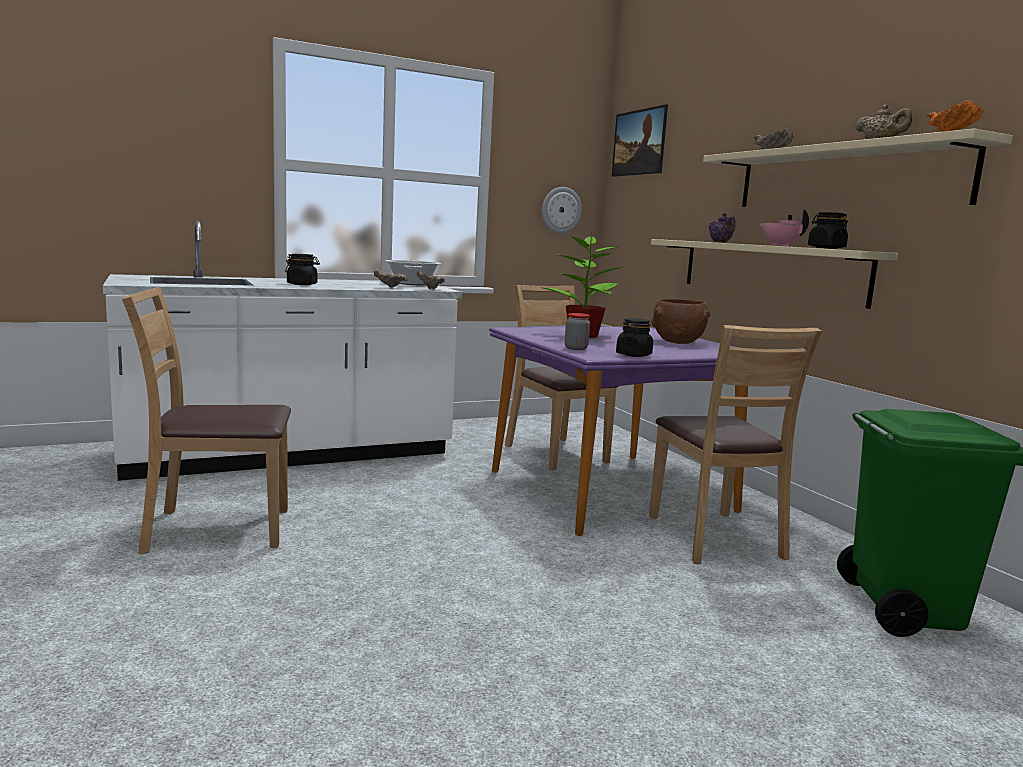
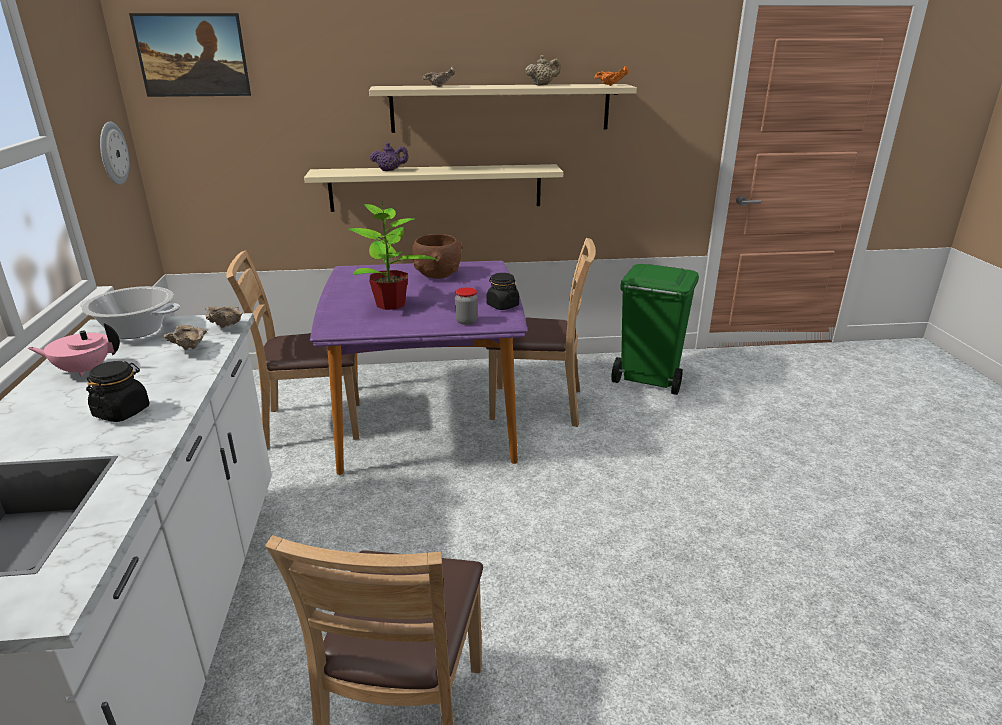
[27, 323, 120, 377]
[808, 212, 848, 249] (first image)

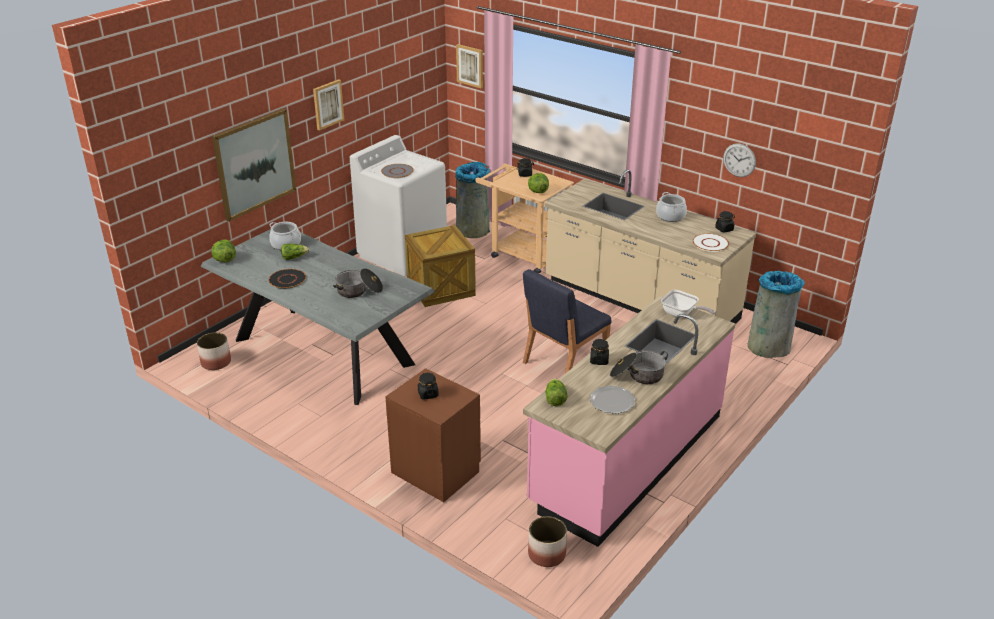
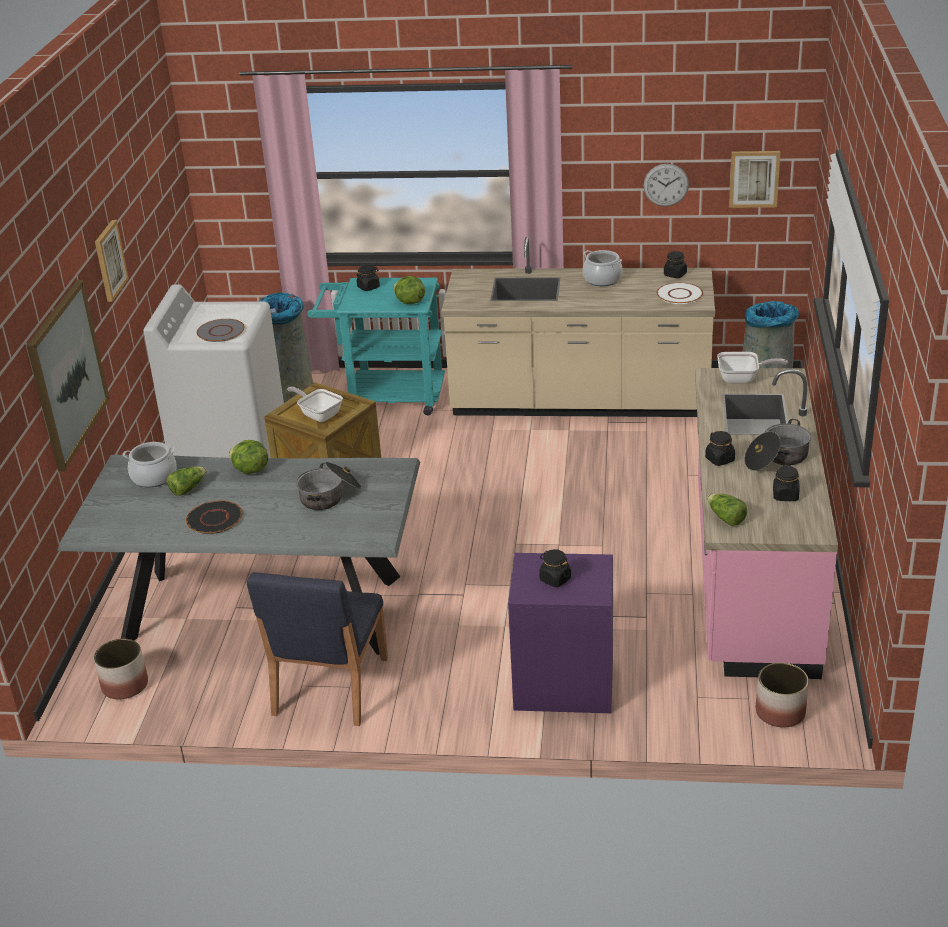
[229, 440, 268, 474]
[247, 572, 388, 726]
[287, 387, 343, 422]
[307, 278, 445, 415]
[508, 553, 613, 713]
[729, 151, 781, 208]
[773, 465, 799, 501]

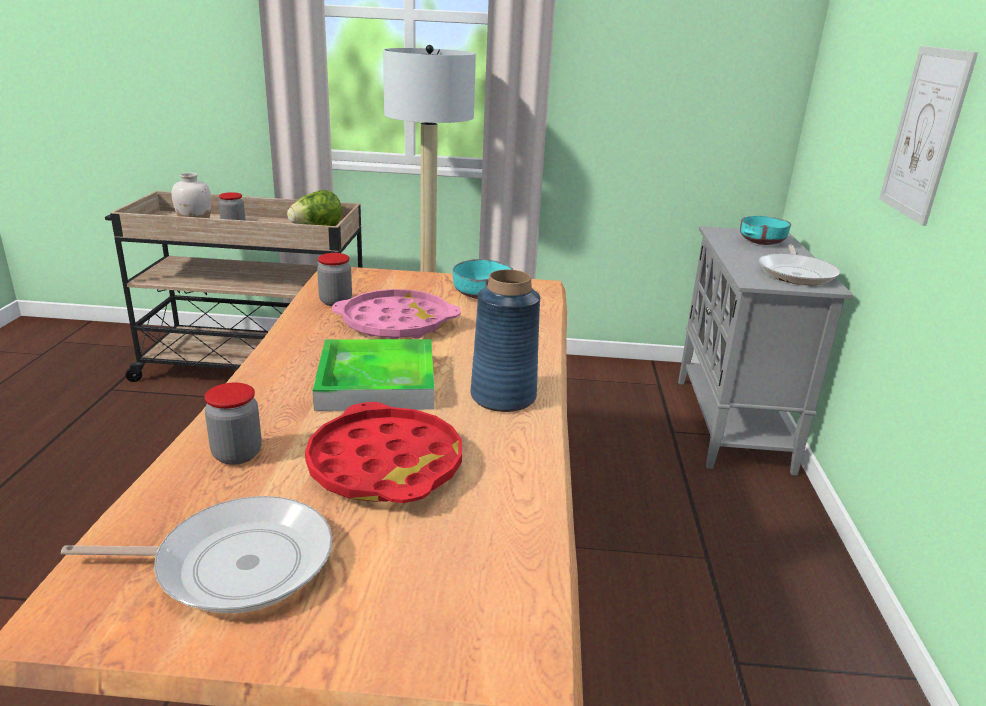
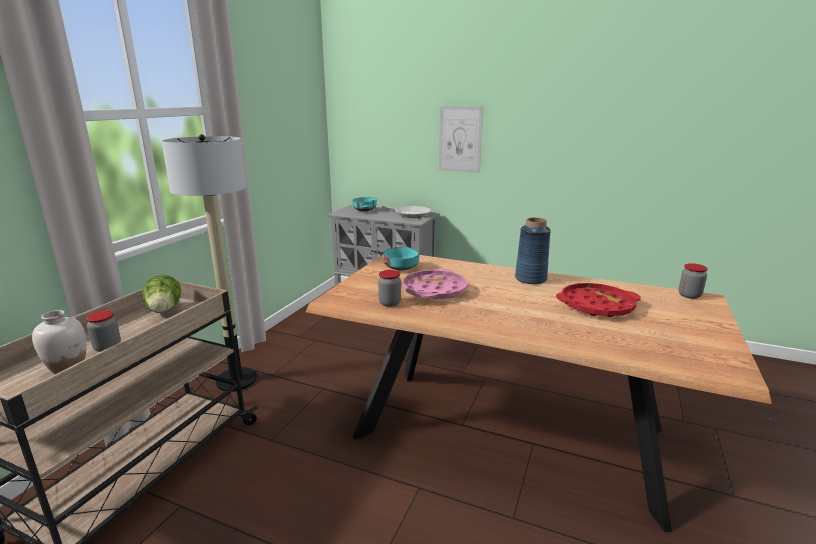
[679, 263, 708, 299]
[61, 496, 332, 614] (first image)
[313, 339, 434, 411] (first image)

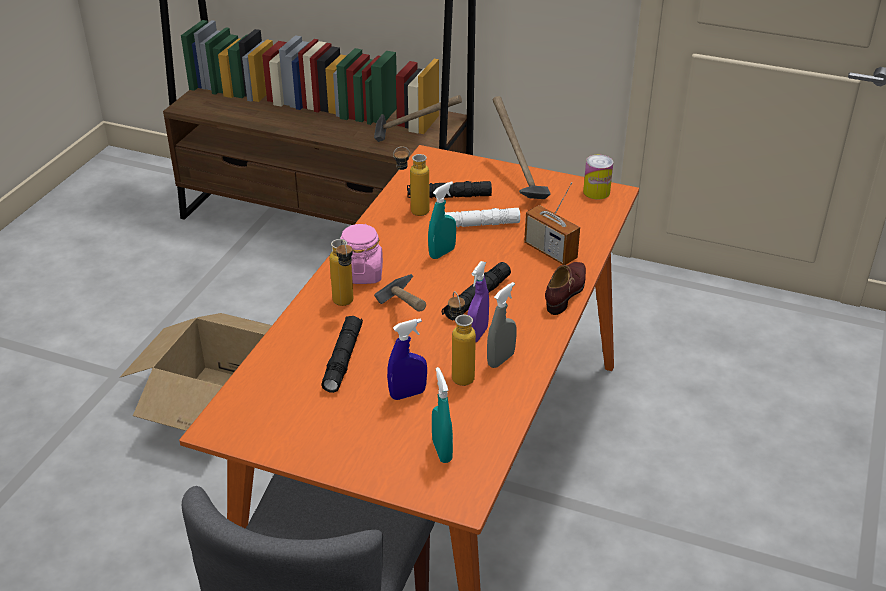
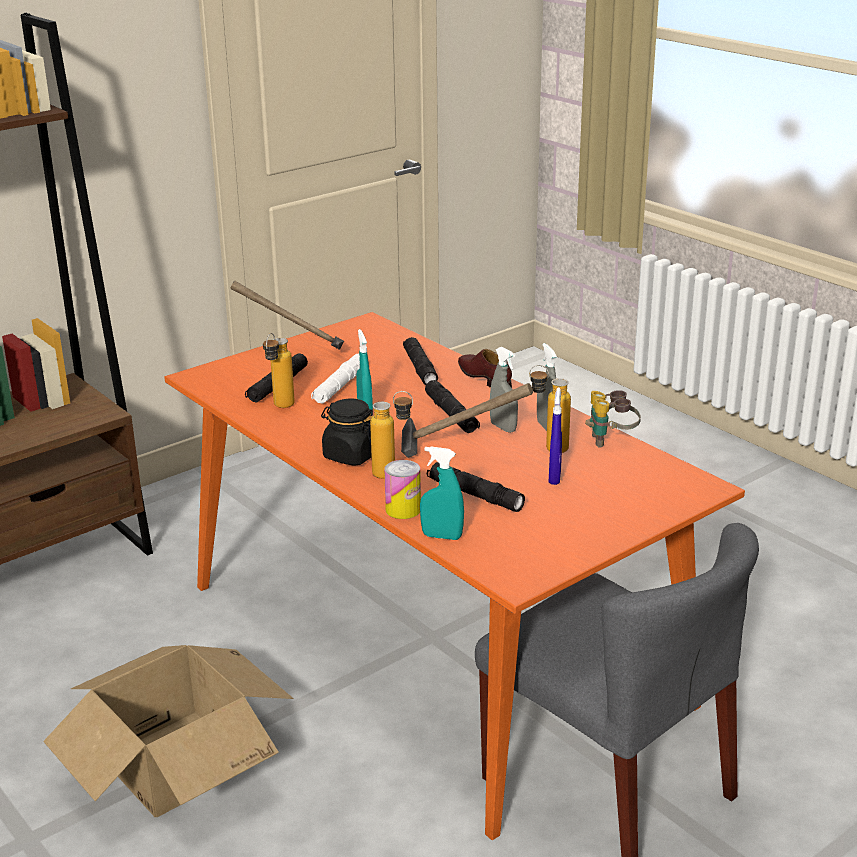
[321, 398, 373, 466]
[384, 460, 421, 519]
[403, 337, 438, 385]
[420, 446, 464, 540]
[490, 347, 518, 433]
[585, 390, 641, 448]
[374, 95, 462, 142] (first image)

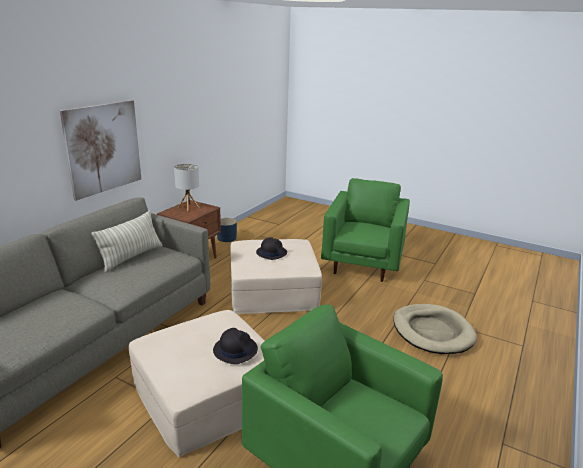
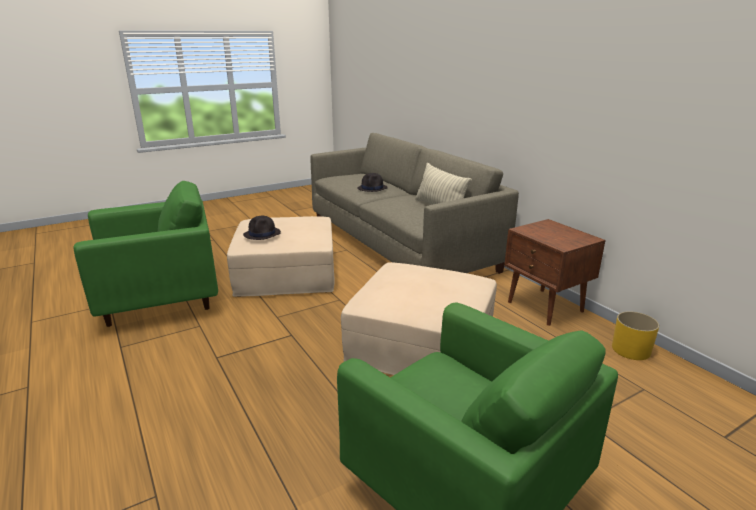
[357, 173, 388, 192]
[612, 311, 659, 360]
[60, 100, 141, 201] (first image)
[174, 164, 199, 211] (first image)
[393, 304, 477, 354] (first image)

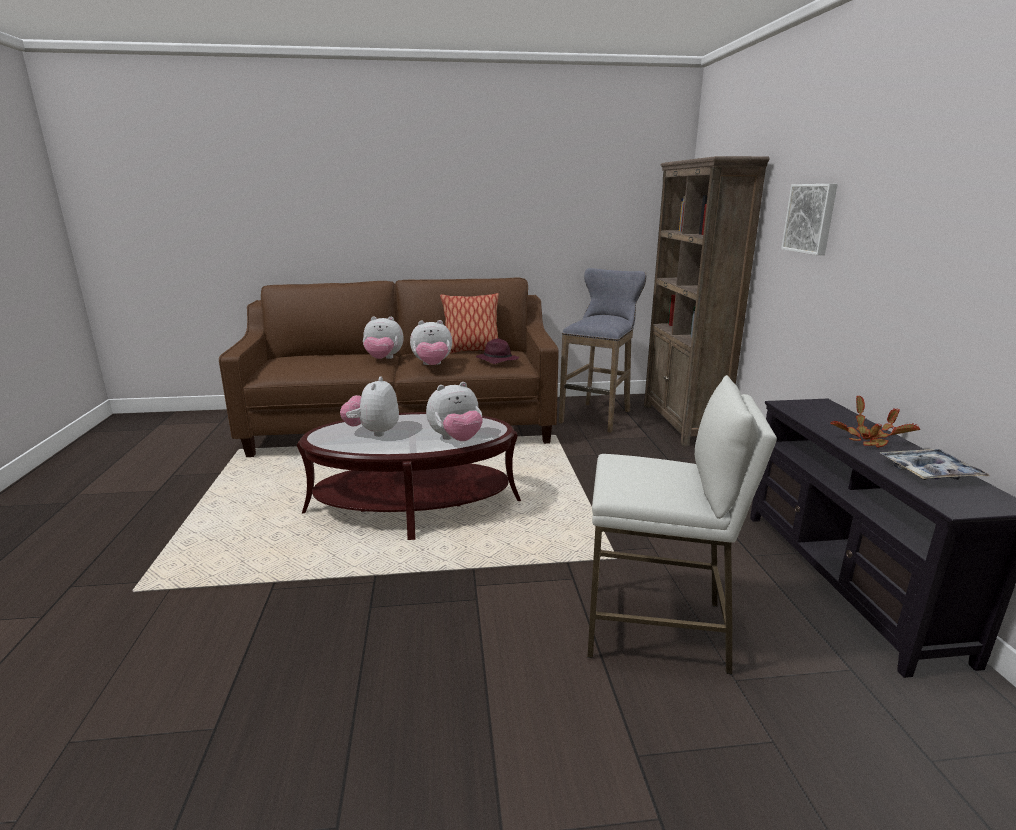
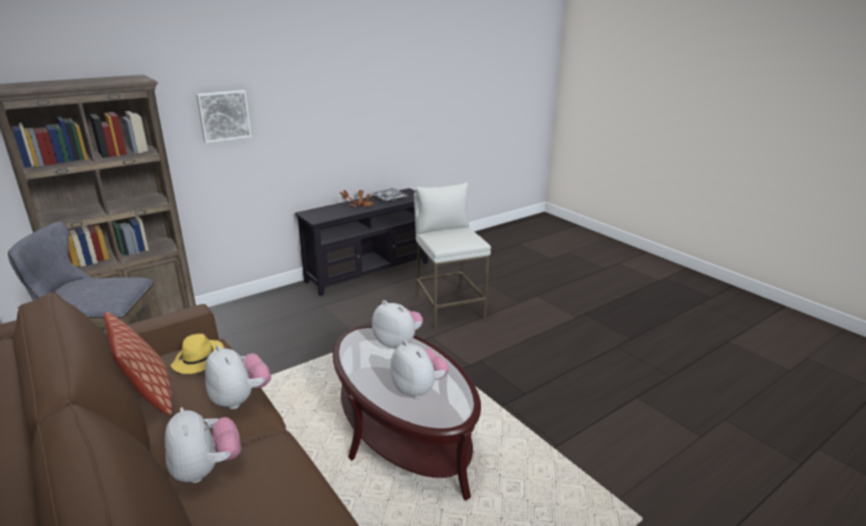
[170, 334, 224, 374]
[390, 340, 449, 399]

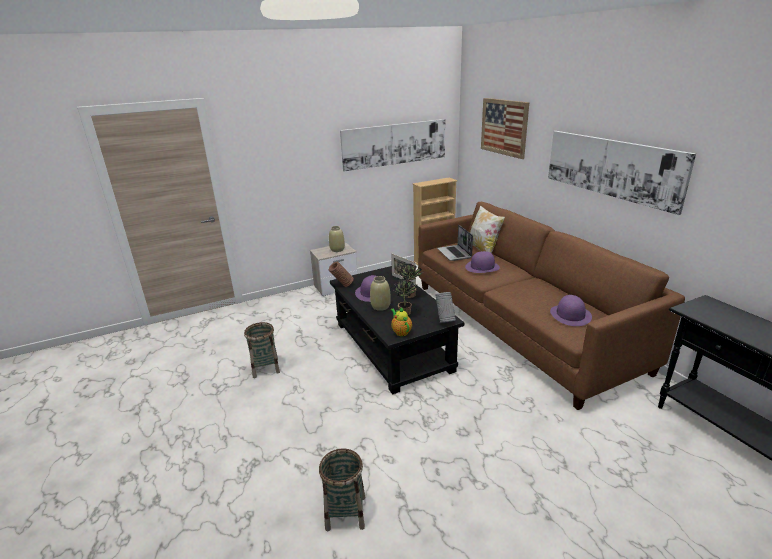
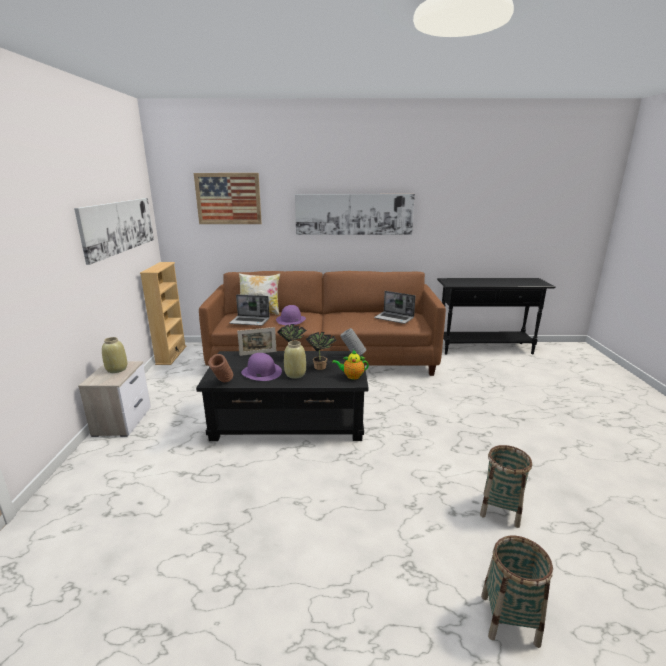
[374, 291, 416, 324]
[481, 536, 553, 648]

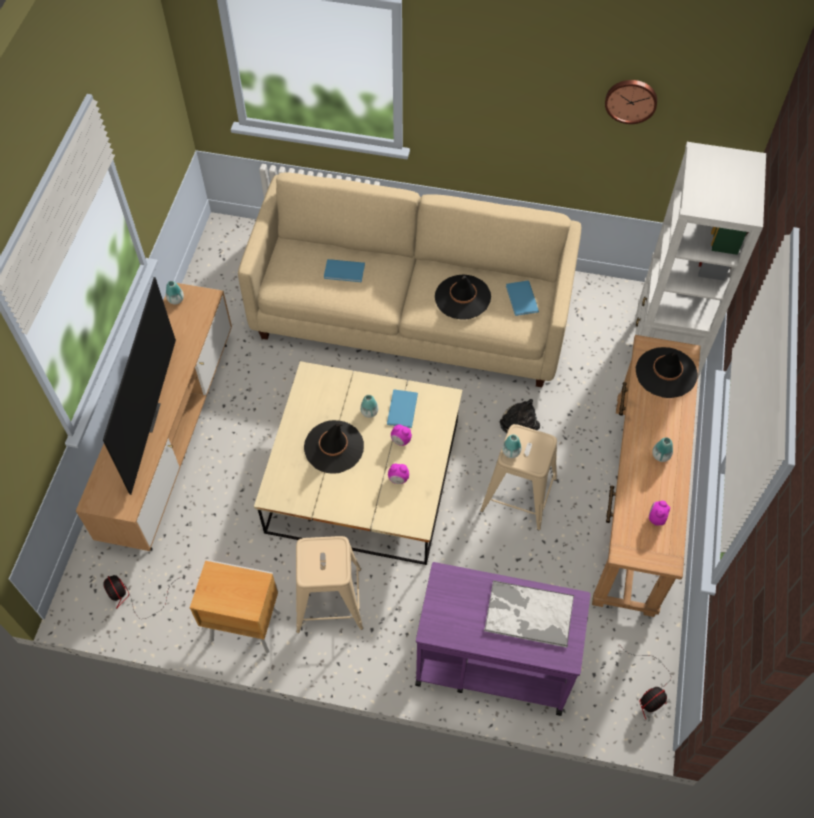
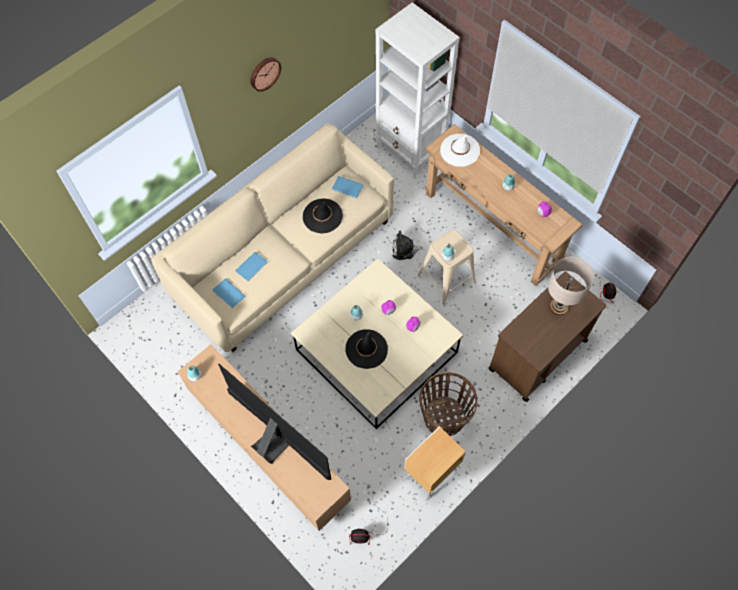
[213, 278, 245, 308]
[251, 57, 281, 92]
[419, 372, 477, 436]
[440, 133, 480, 167]
[489, 271, 606, 402]
[548, 257, 594, 315]

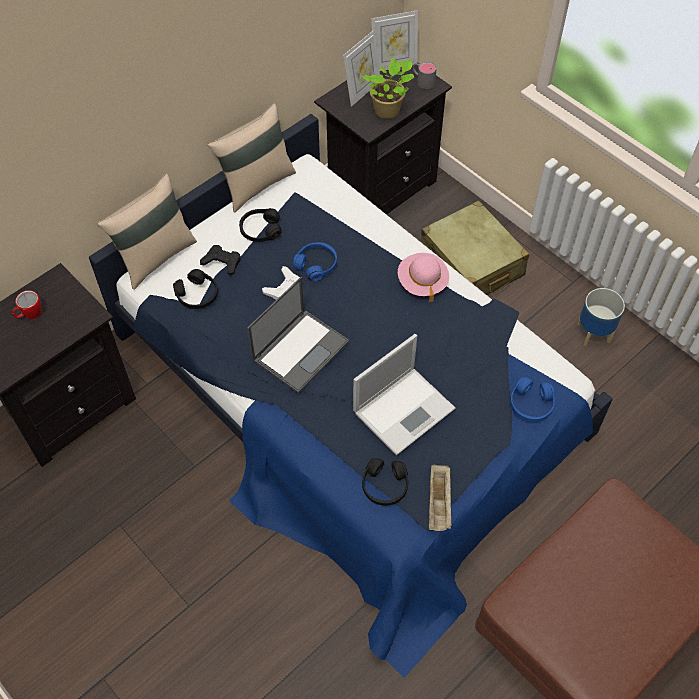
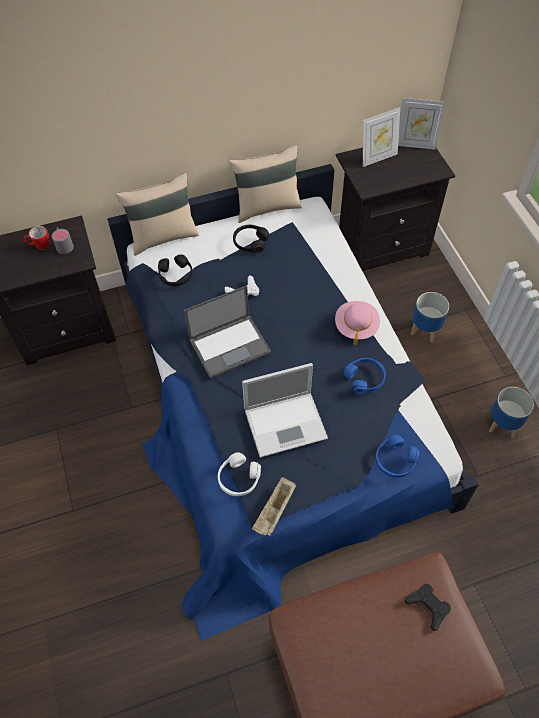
[52, 227, 74, 254]
[218, 452, 261, 496]
[344, 358, 386, 394]
[405, 584, 451, 631]
[411, 292, 449, 343]
[362, 58, 414, 119] (first image)

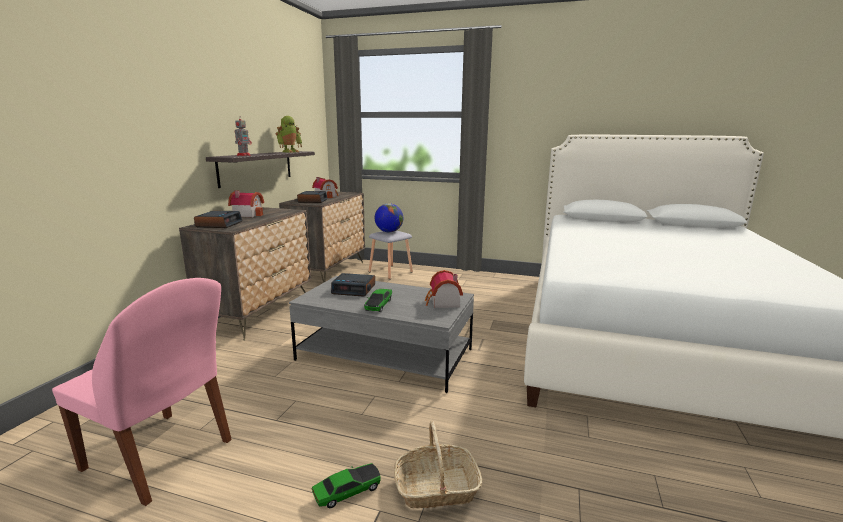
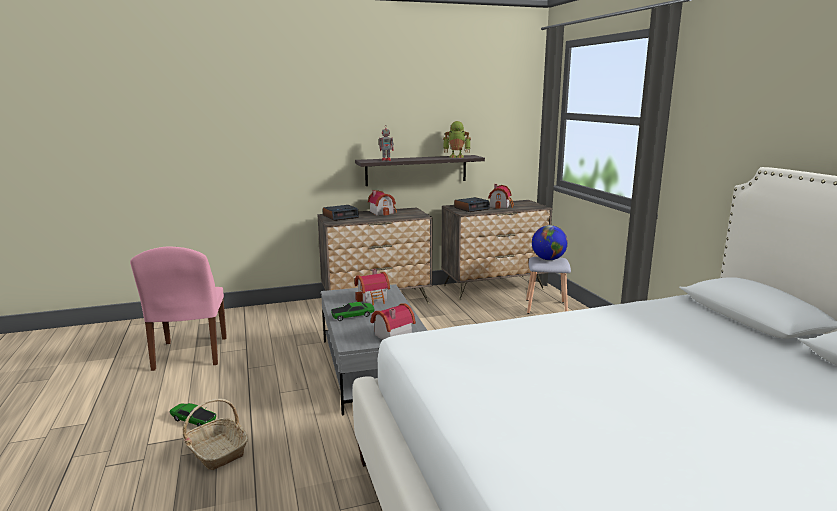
[355, 269, 390, 305]

